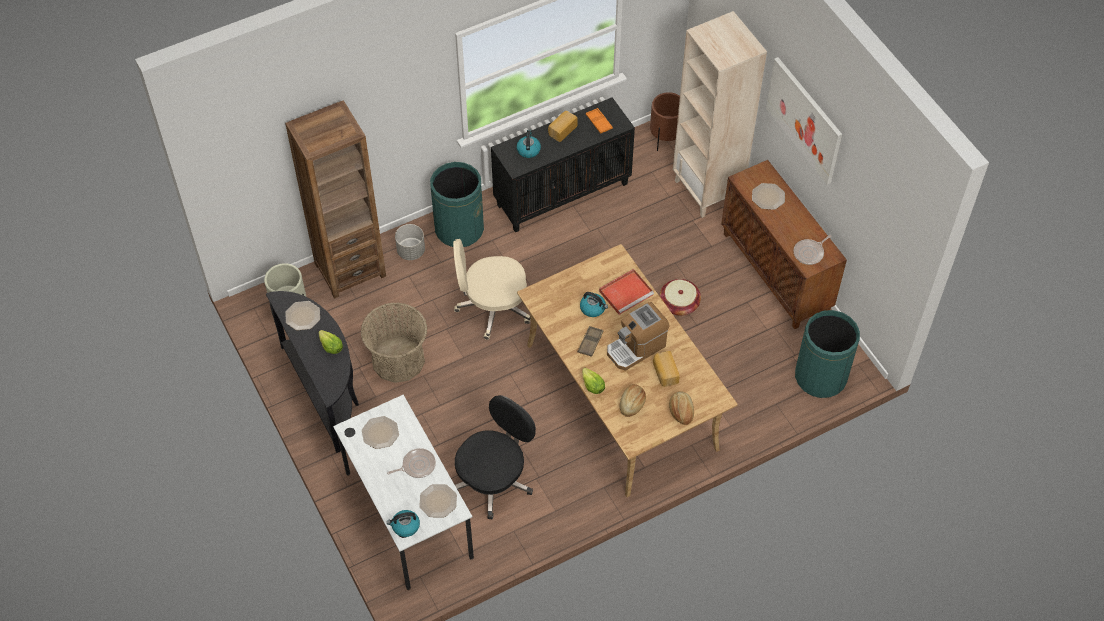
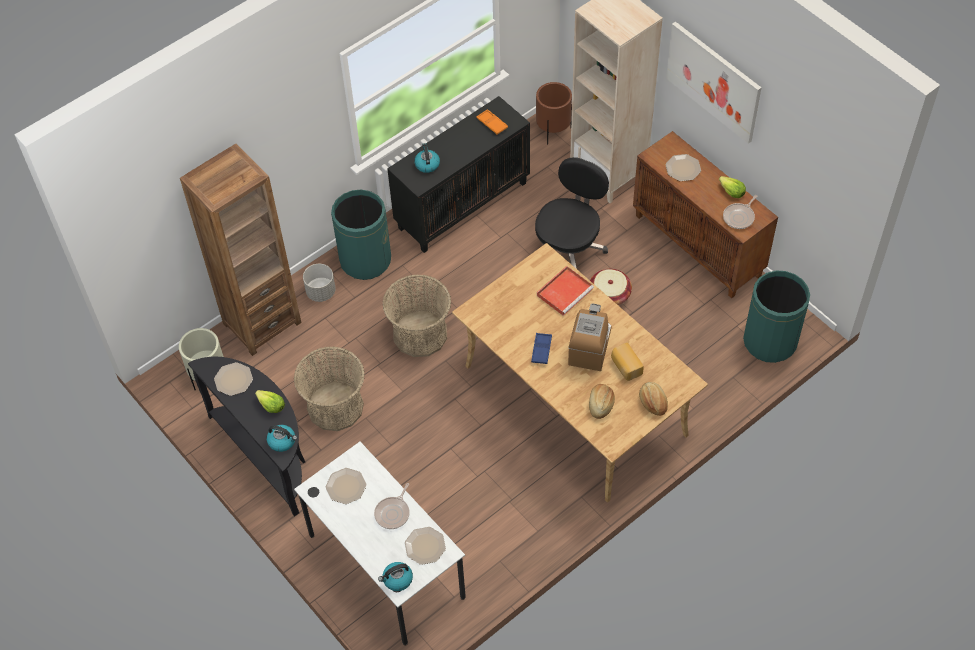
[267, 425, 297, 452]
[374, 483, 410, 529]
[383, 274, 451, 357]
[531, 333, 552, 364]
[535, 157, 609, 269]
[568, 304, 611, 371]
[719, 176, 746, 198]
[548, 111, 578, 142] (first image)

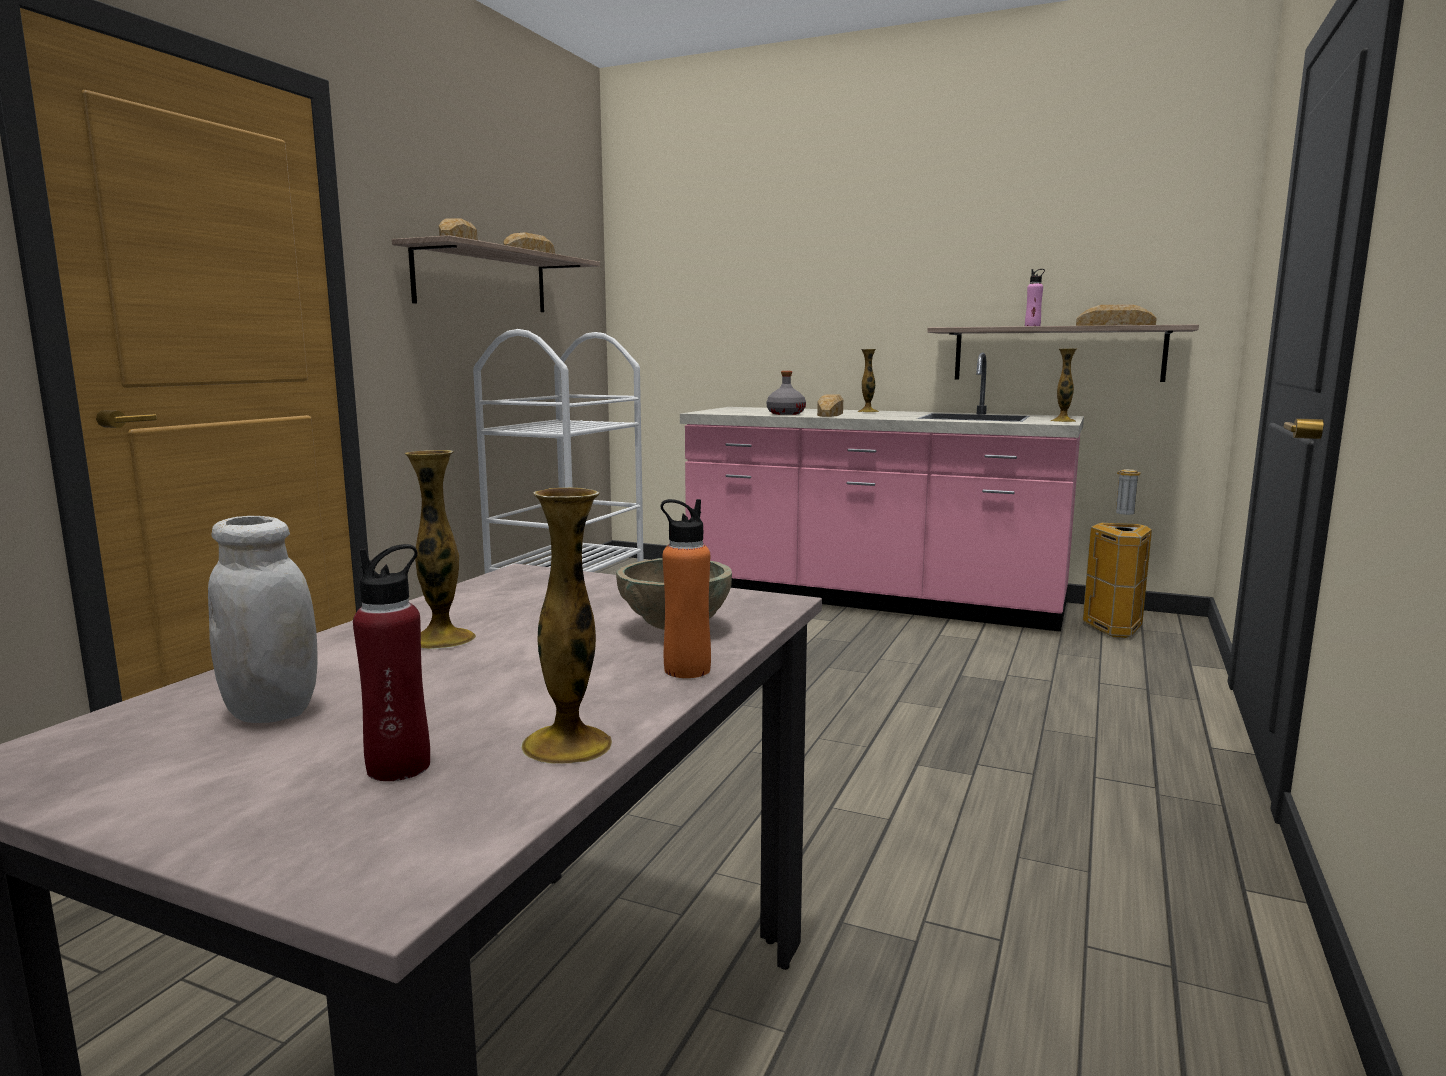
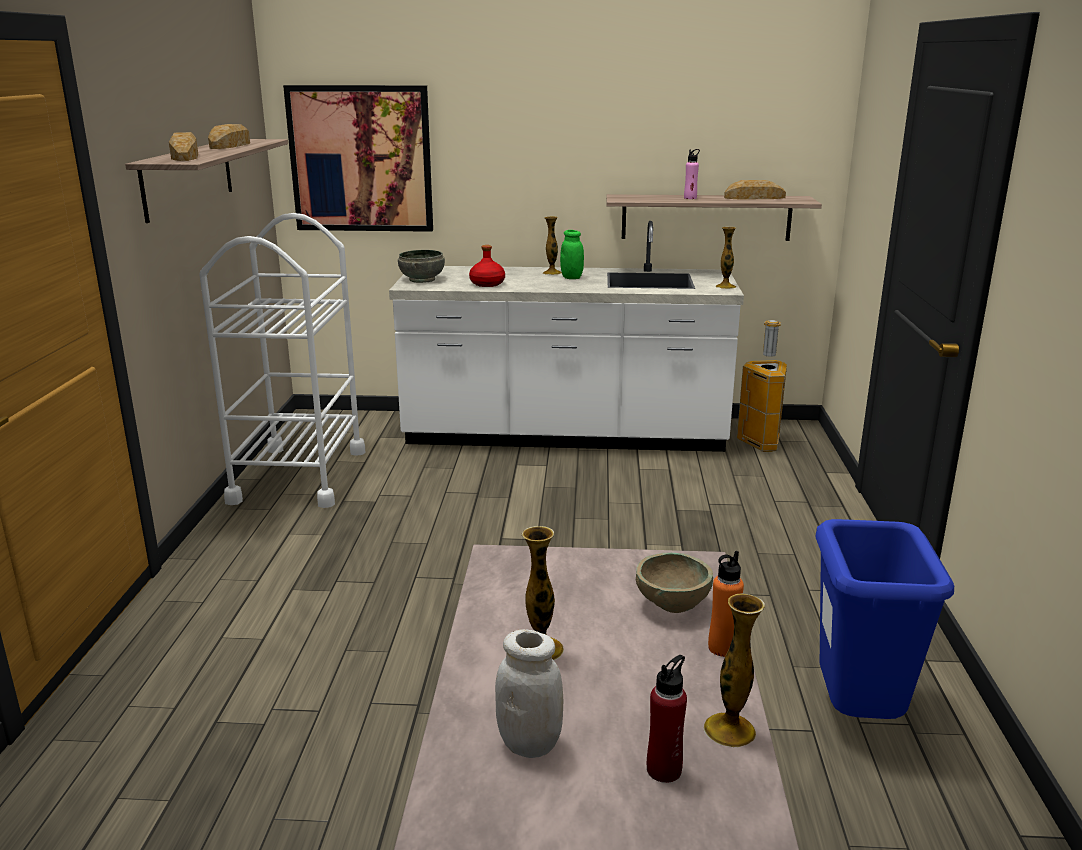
[283, 85, 433, 232]
[389, 221, 744, 452]
[398, 250, 445, 283]
[469, 245, 505, 287]
[560, 230, 584, 279]
[815, 519, 954, 719]
[817, 394, 843, 417] (first image)

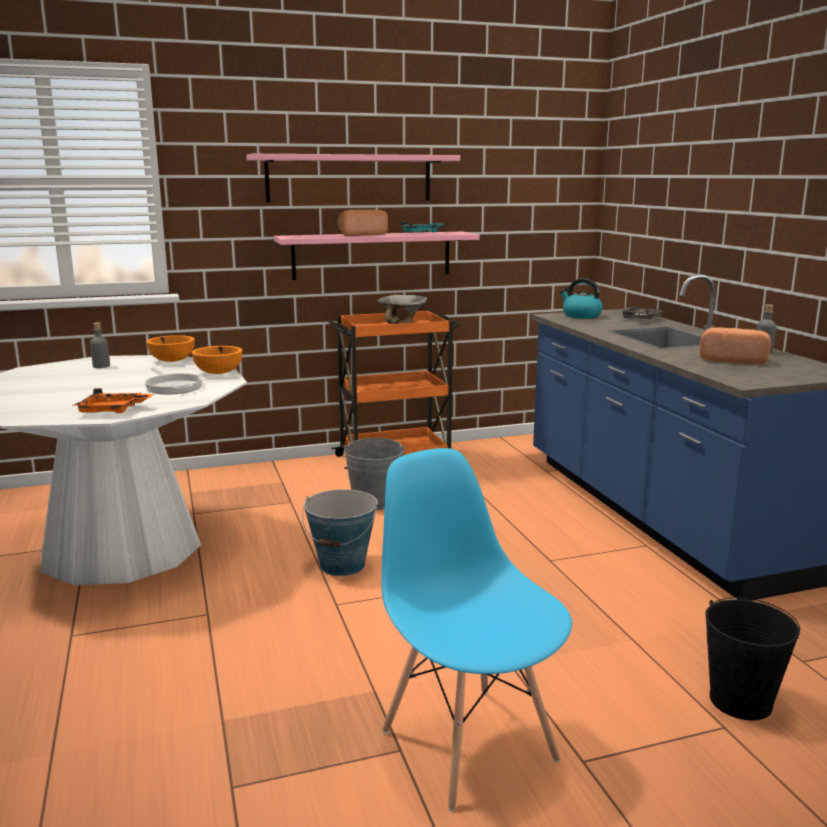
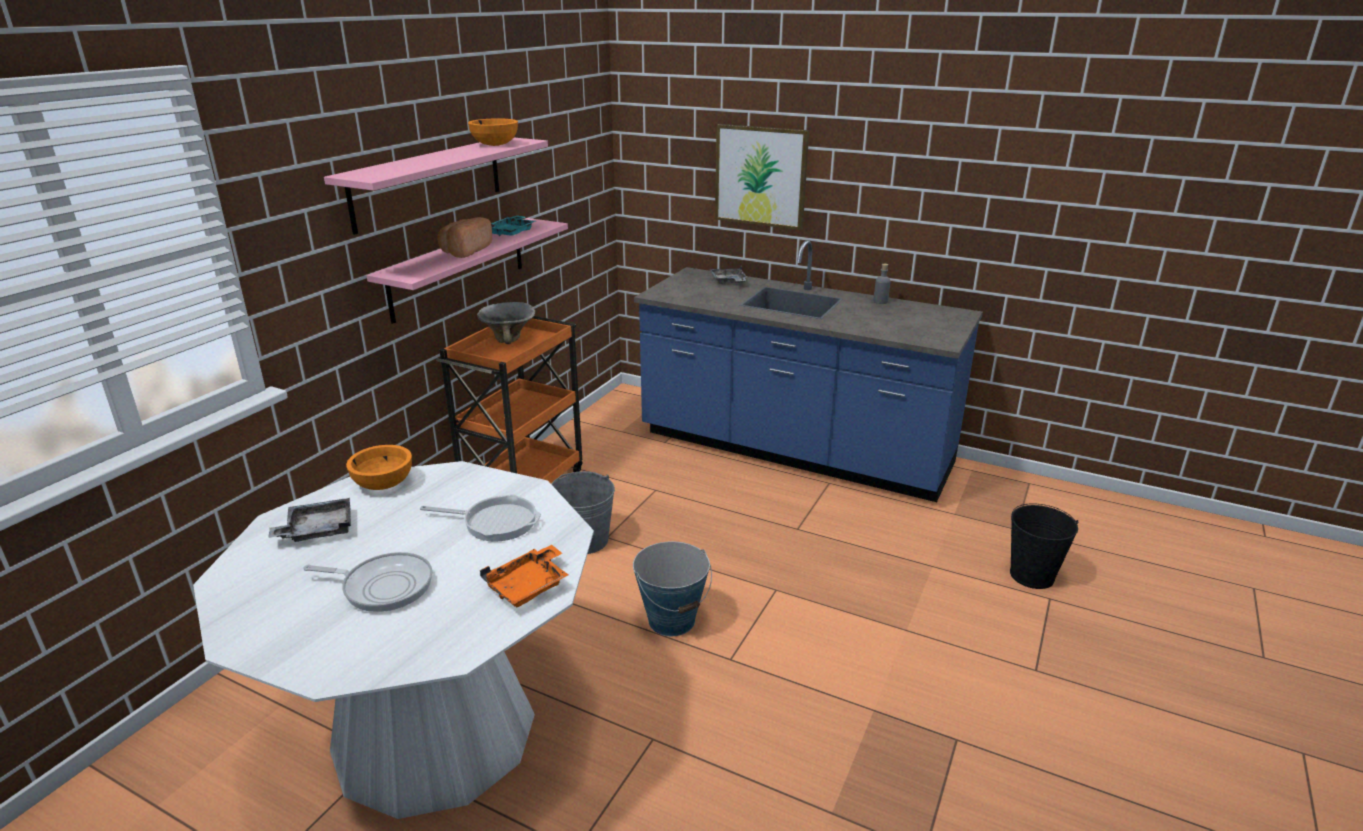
[268, 498, 351, 542]
[303, 552, 433, 612]
[468, 118, 518, 146]
[715, 124, 809, 230]
[381, 448, 572, 811] (first image)
[559, 278, 603, 319] (first image)
[700, 327, 771, 364] (first image)

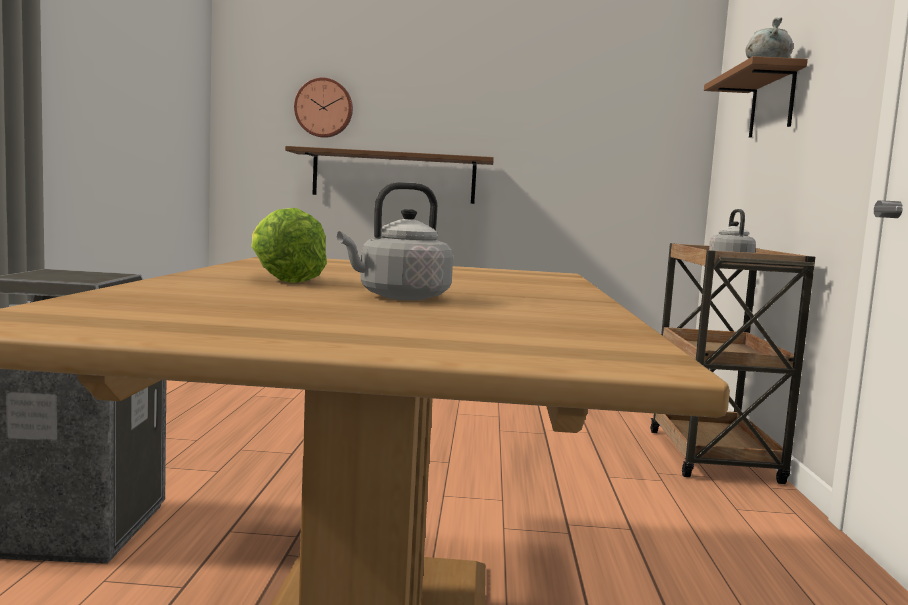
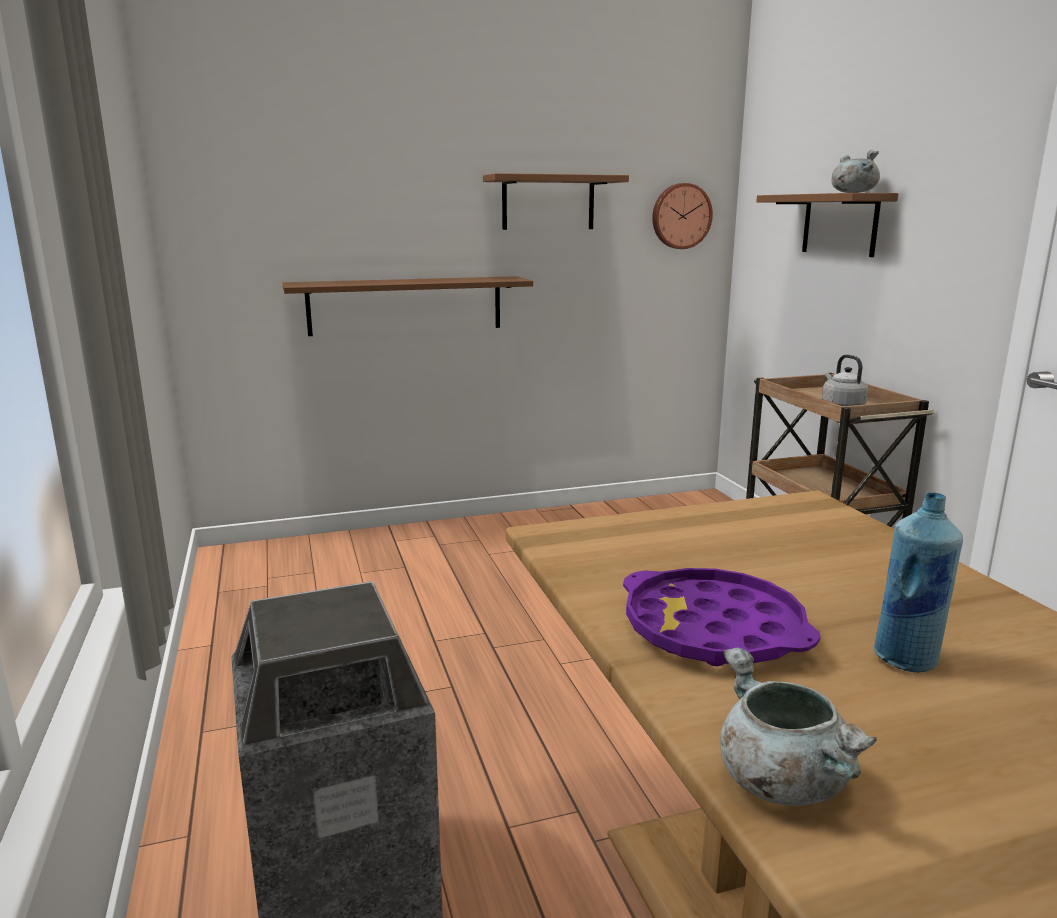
[483, 173, 629, 230]
[623, 568, 821, 666]
[652, 183, 713, 249]
[720, 648, 877, 806]
[874, 492, 963, 672]

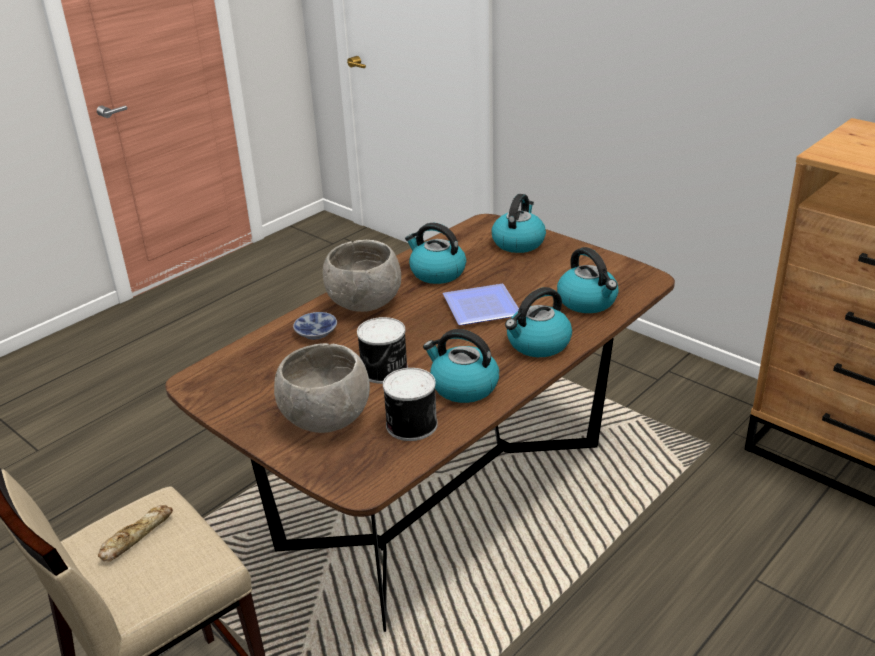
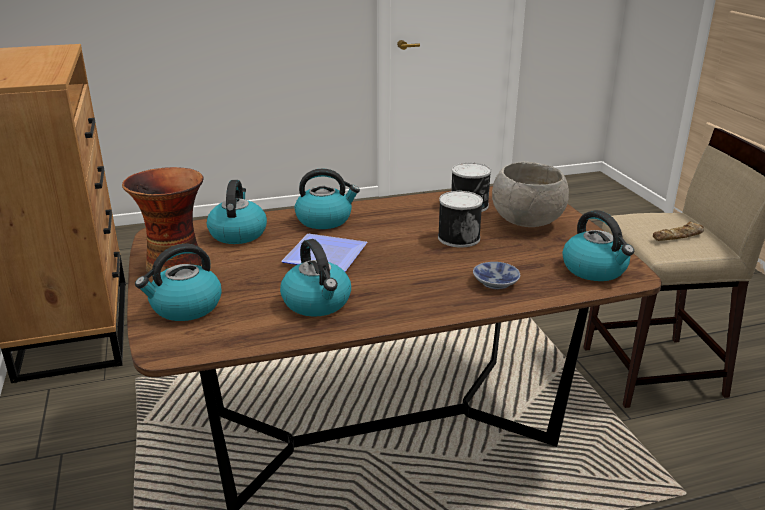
[122, 167, 204, 272]
[562, 210, 634, 281]
[323, 240, 401, 312] (first image)

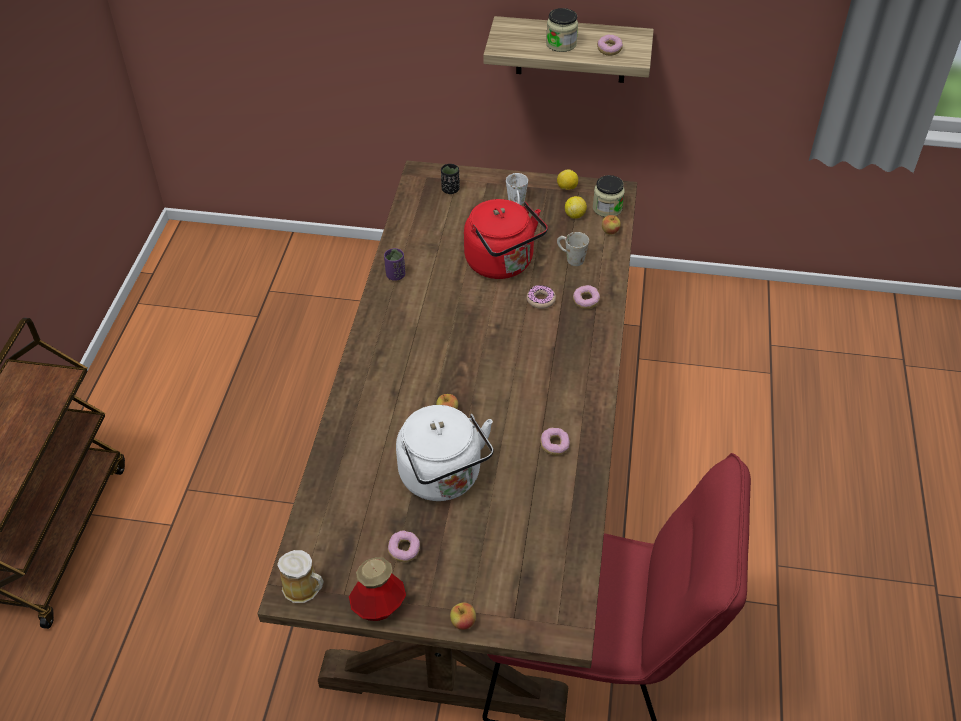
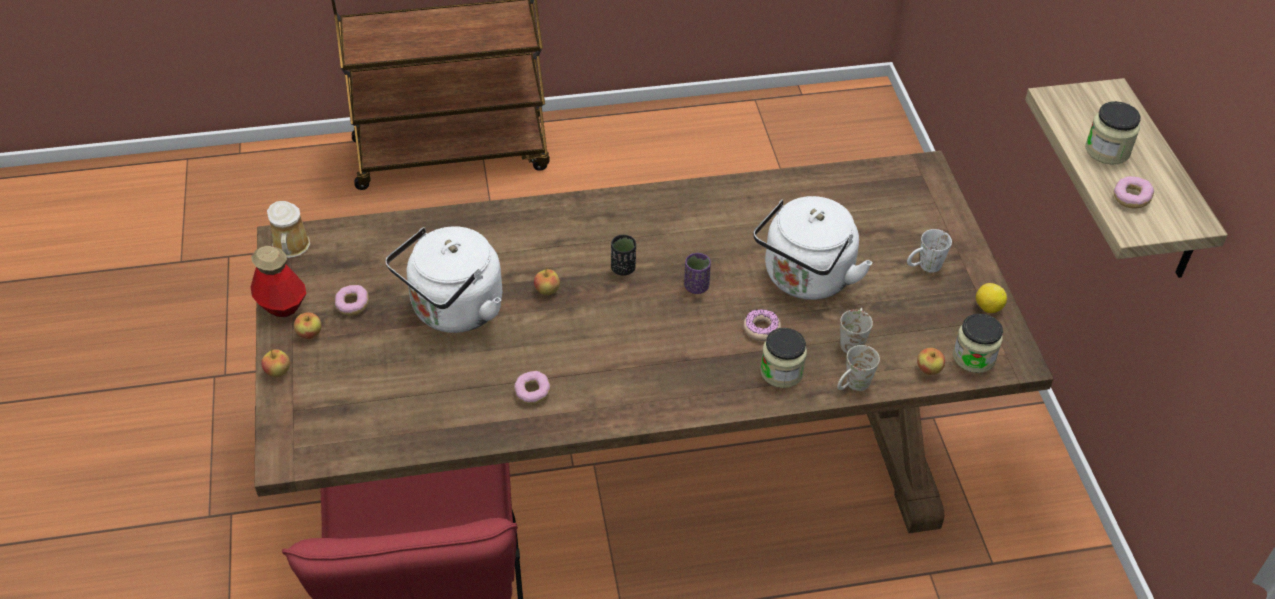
[294, 312, 321, 339]
[611, 235, 636, 276]
[684, 253, 711, 294]
[753, 196, 873, 300]
[760, 328, 807, 388]
[837, 345, 880, 391]
[565, 196, 587, 219] (first image)

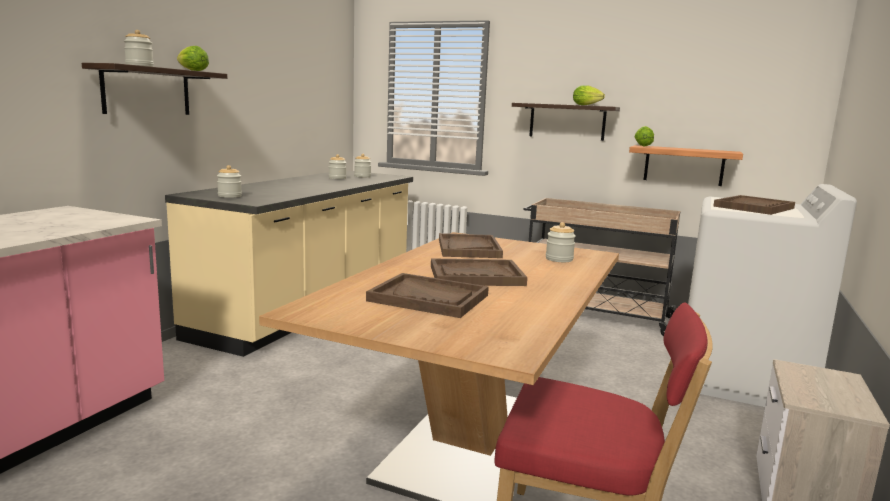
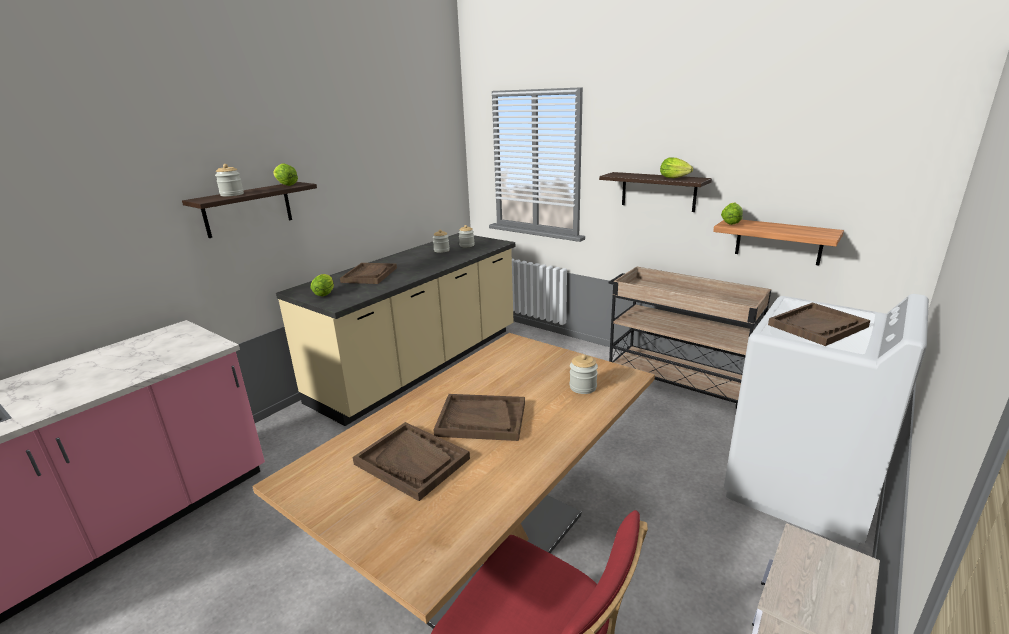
[311, 274, 334, 297]
[340, 263, 397, 284]

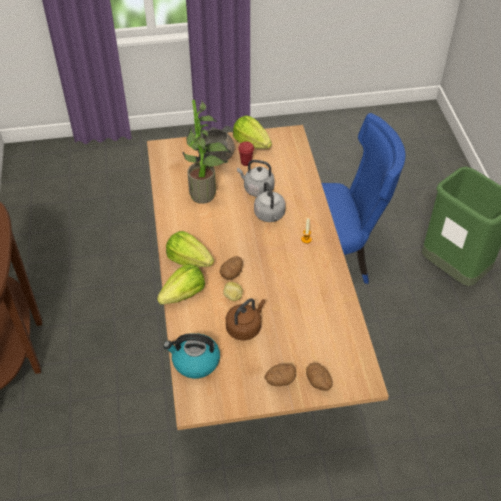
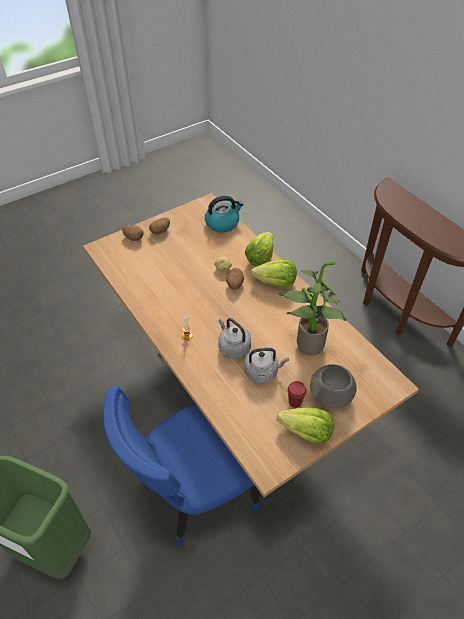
[226, 298, 266, 341] (first image)

